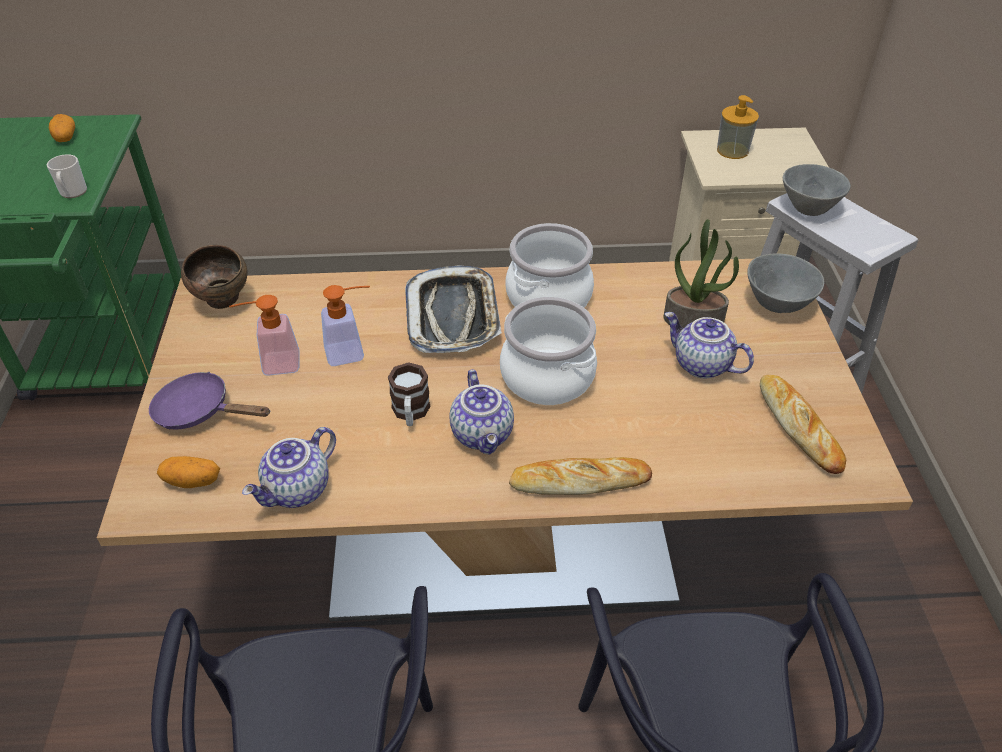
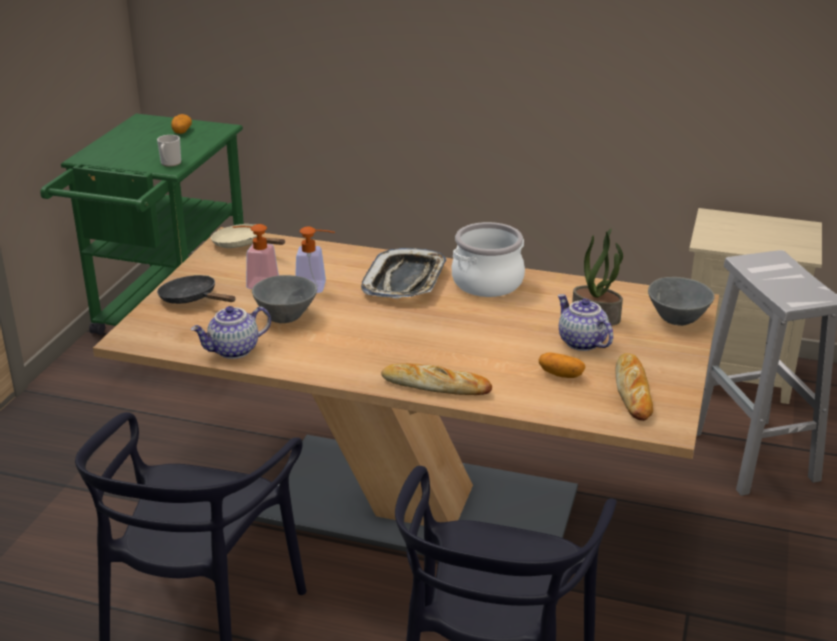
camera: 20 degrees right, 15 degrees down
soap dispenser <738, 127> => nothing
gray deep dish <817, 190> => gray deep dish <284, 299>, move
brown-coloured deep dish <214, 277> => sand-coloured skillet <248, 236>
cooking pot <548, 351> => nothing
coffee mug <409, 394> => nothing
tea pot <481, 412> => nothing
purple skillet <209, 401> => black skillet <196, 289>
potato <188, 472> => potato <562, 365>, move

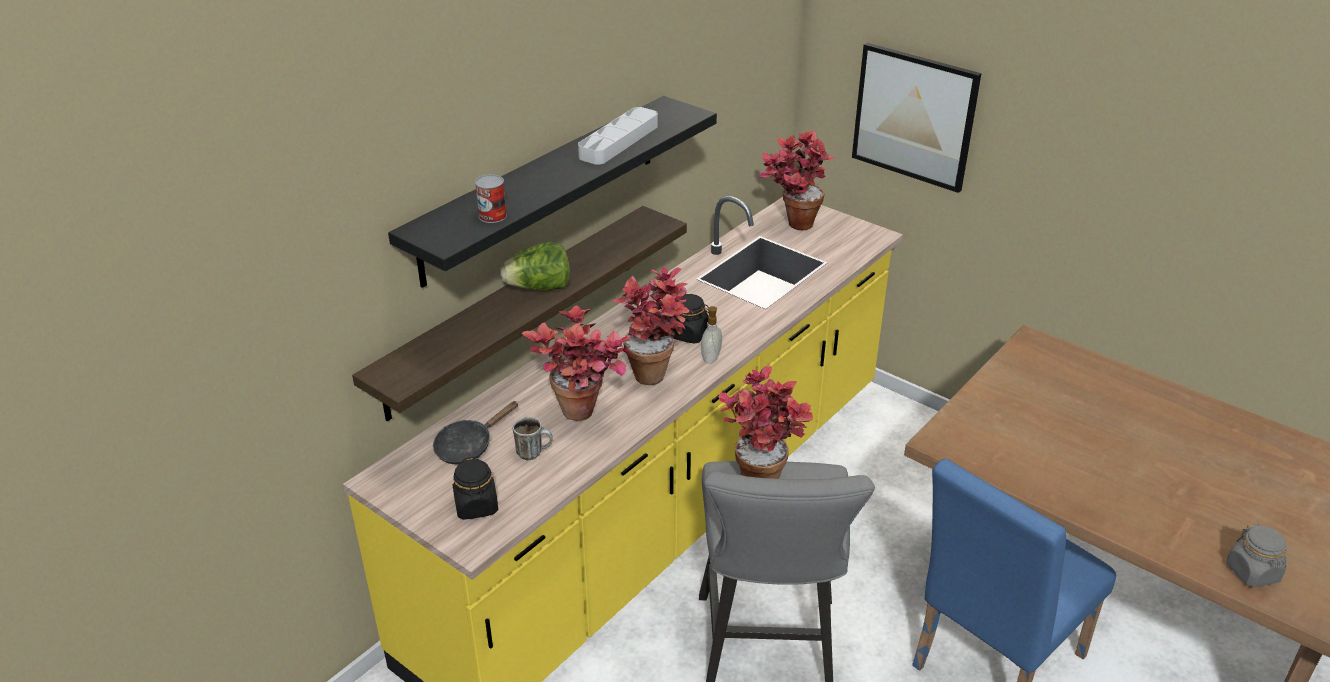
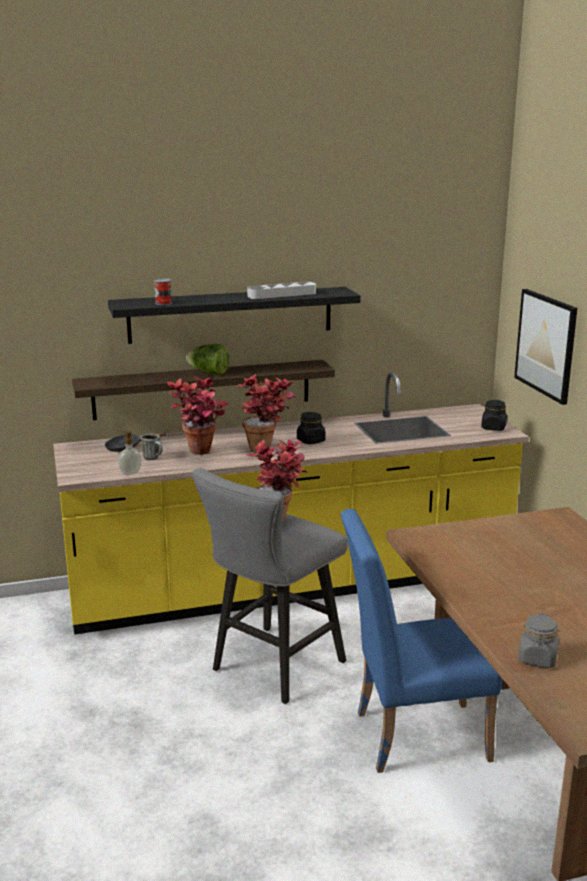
camera: 35 degrees right, 15 degrees down
plant in a pot <797, 180> => nothing
soap dispenser <711, 335> => soap dispenser <130, 453>, move
black jar <475, 488> => black jar <494, 415>, move

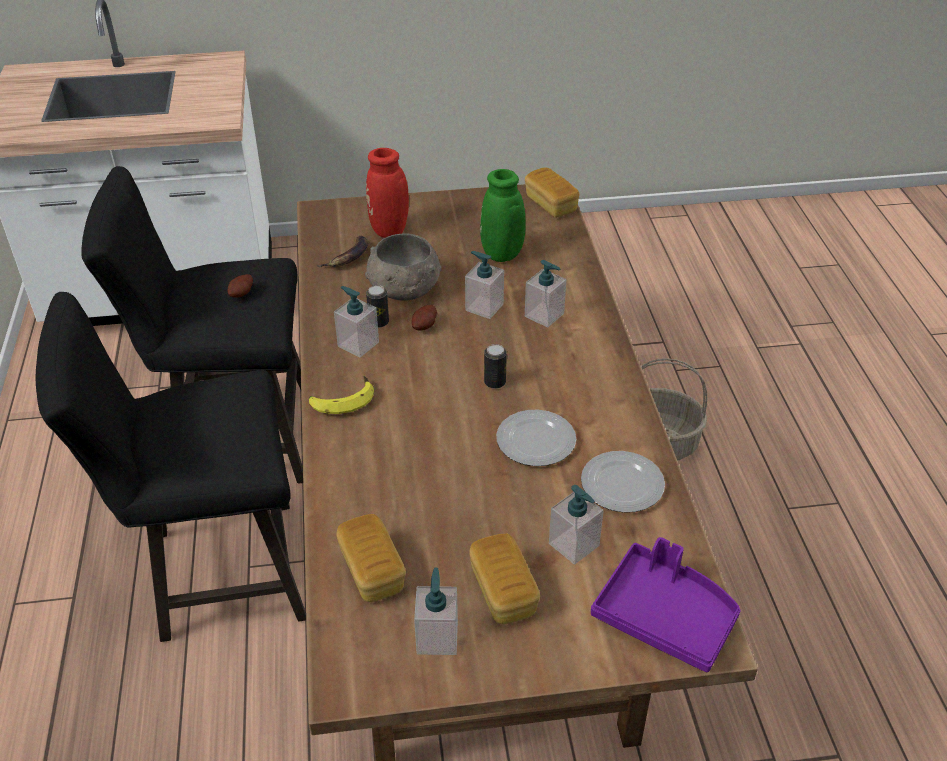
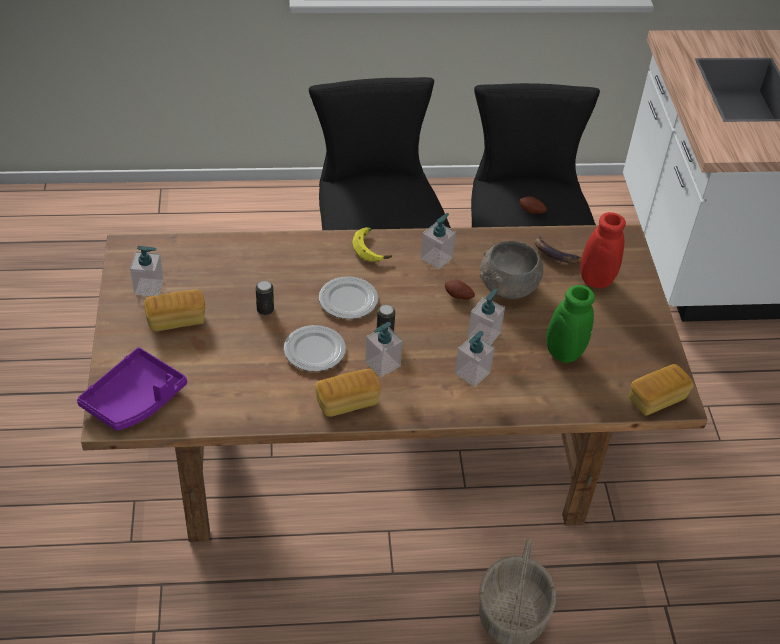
camera: 90 degrees right, 5 degrees up
metal can <377, 306> => metal can <265, 298>, move
plate <623, 482> => plate <348, 297>, move
soap dispenser <576, 525> => soap dispenser <384, 349>, move
baked bread <371, 558> => baked bread <348, 393>, move

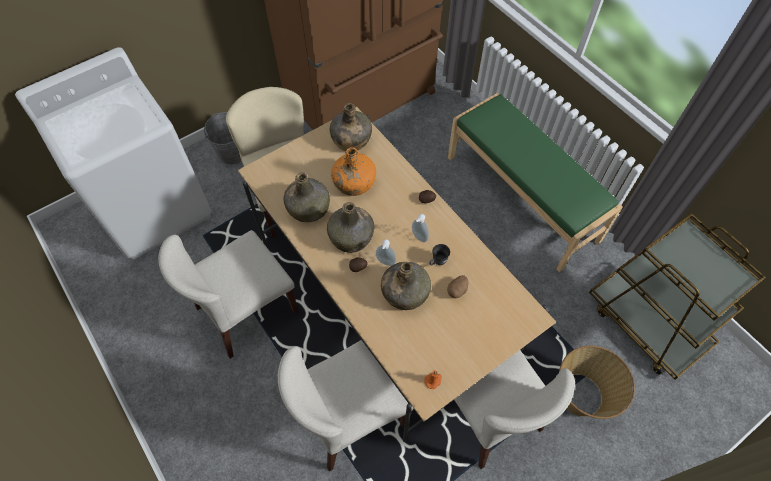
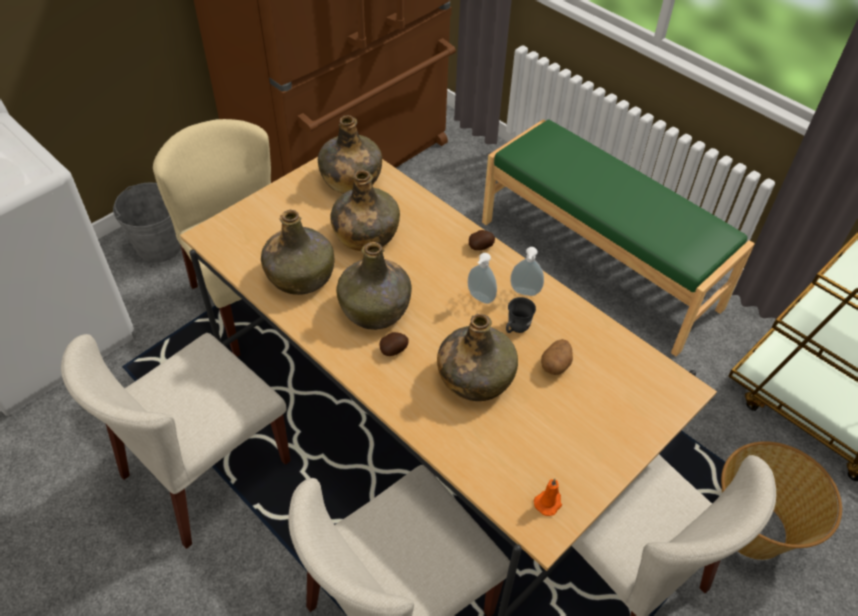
camera: 10 degrees left, 10 degrees down
orangey bottle <353, 171> => greenish bottle <365, 210>
soap dispenser <386, 252> => soap dispenser <527, 271>, move

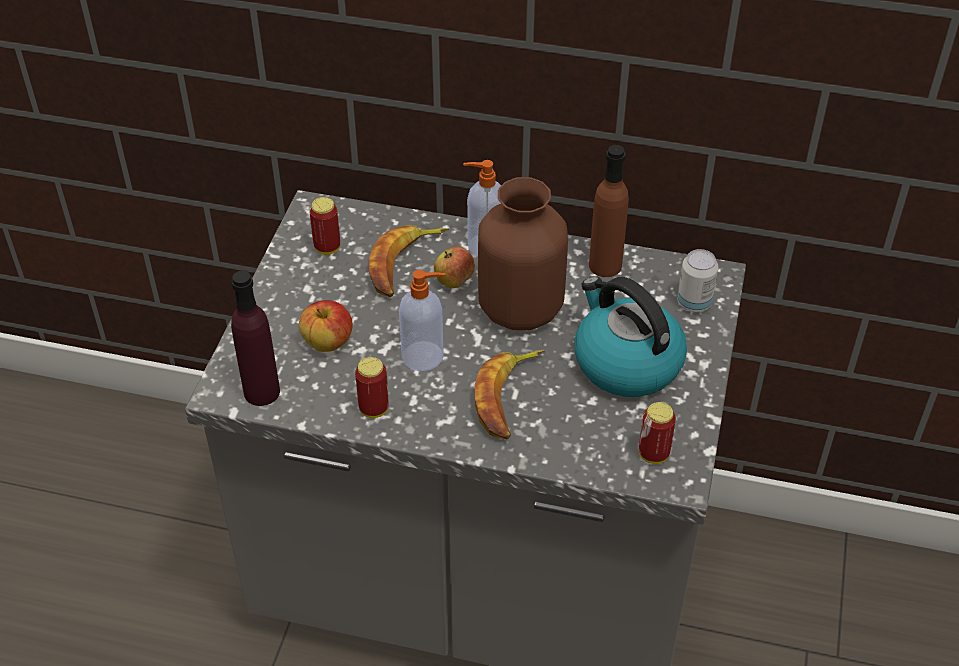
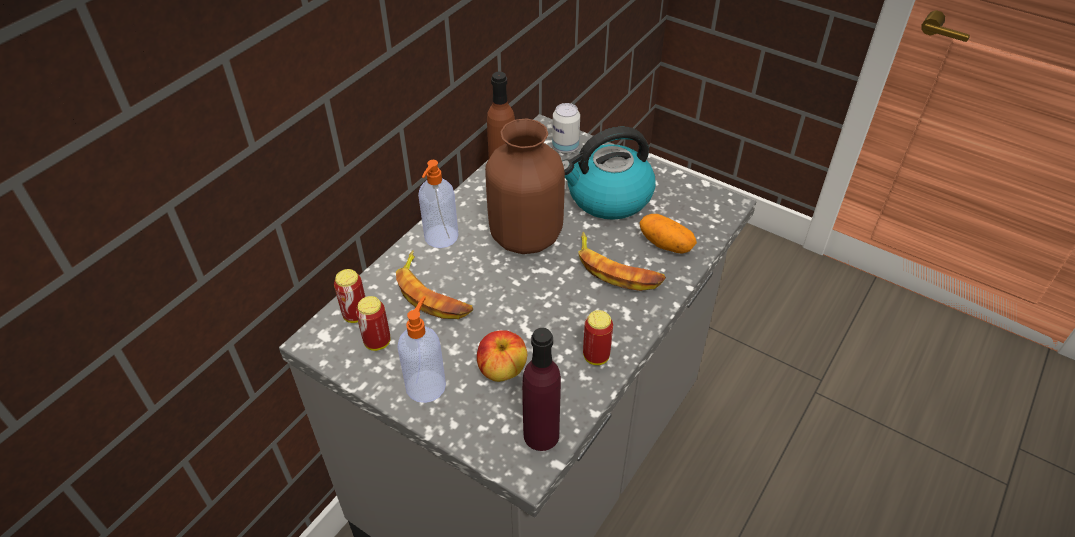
camera: 70 degrees left, 0 degrees up
apple fruit <454, 267> => nothing
soap dispenser <422, 320> => soap dispenser <421, 349>, move
metal can <657, 433> => metal can <349, 296>, move
nothing => potato <668, 234>

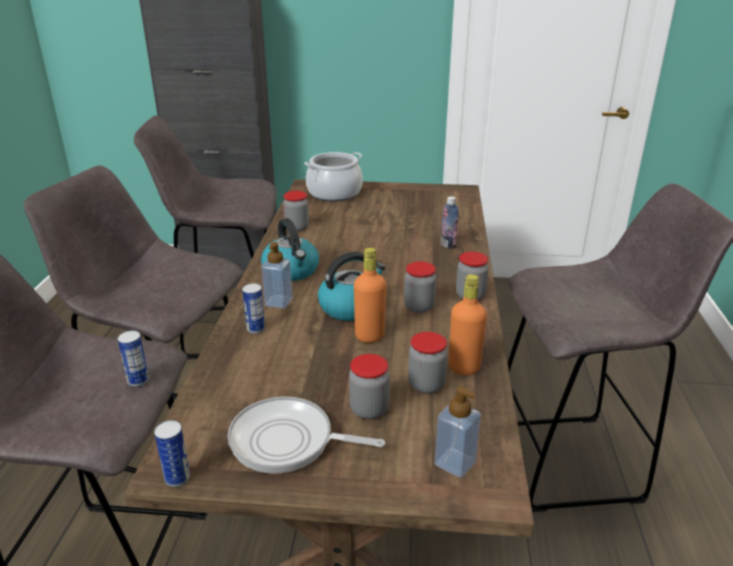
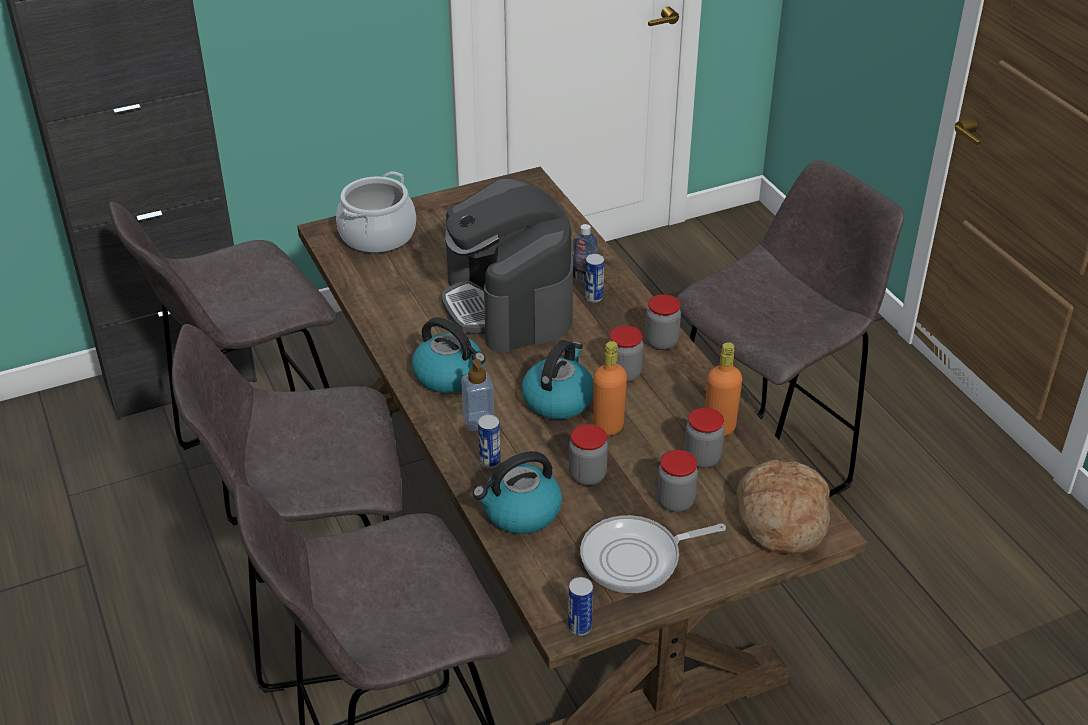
camera: 30 degrees left, 10 degrees up
jar <296, 211> => jar <588, 454>, move
metal can <133, 359> => metal can <594, 278>, move
soap dispenser <457, 432> => baked bread <783, 507>
nothing => coffee machine <507, 265>
nothing => water kettle <517, 492>

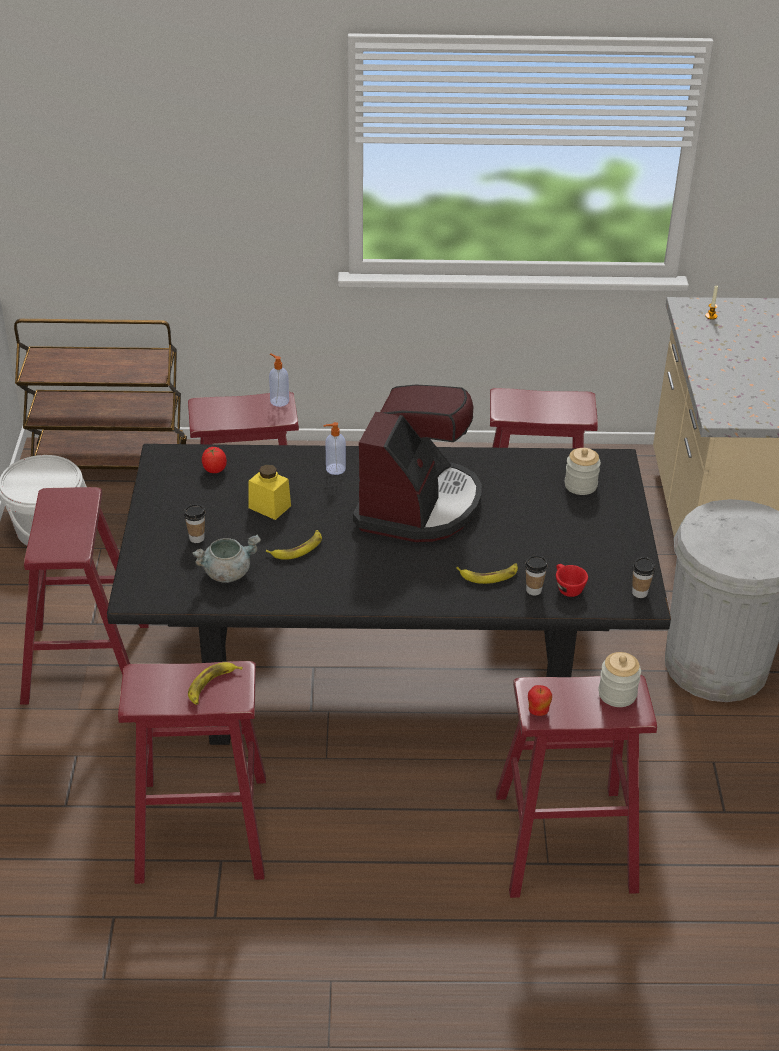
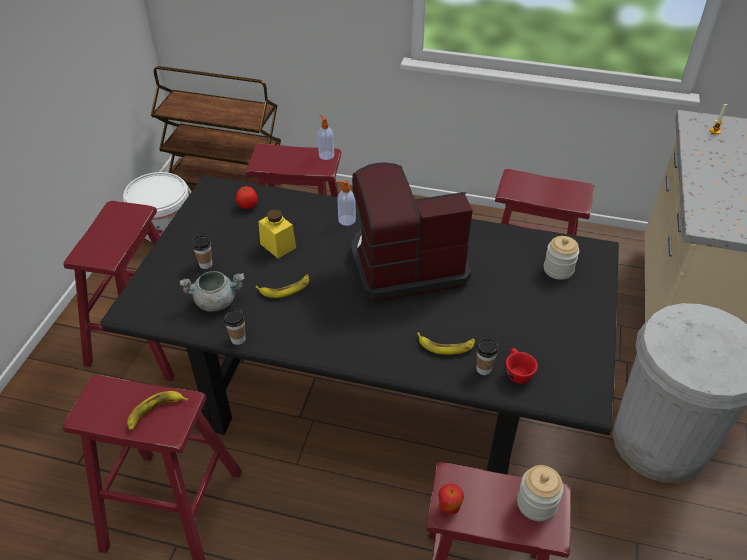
camera: 15 degrees right, 5 degrees up
coffee machine <417, 463> => coffee machine <412, 232>, 135 degrees counterclockwise
drinking cup <643, 577> => drinking cup <234, 326>, move

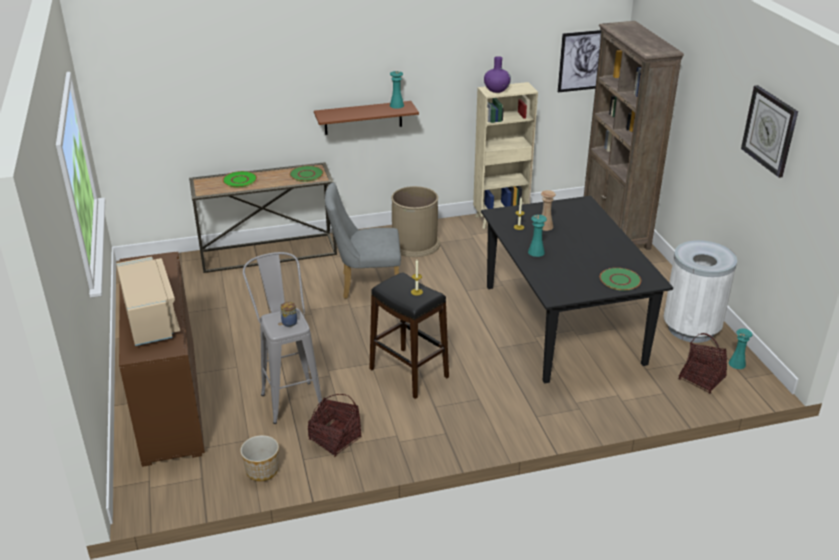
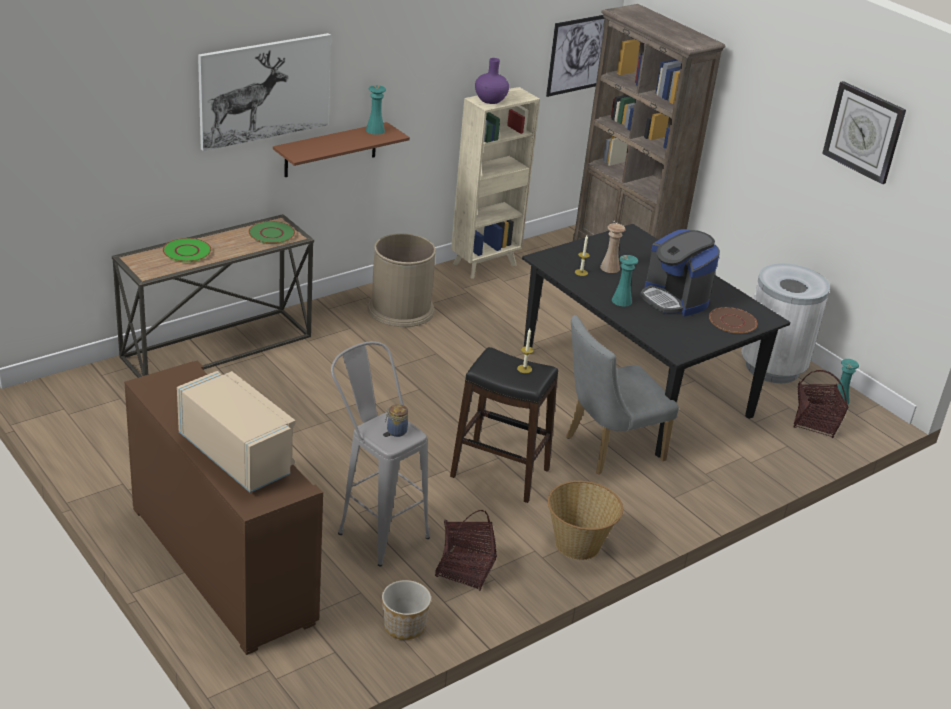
camera: 25 degrees left, 0 degrees up
gray chair <363, 240> => gray chair <622, 395>, move
greenish plate <620, 279> => brown-coloured plate <733, 320>
nothing => picture <264, 92>
nothing => coffee machine <680, 273>
nothing => basket <585, 520>

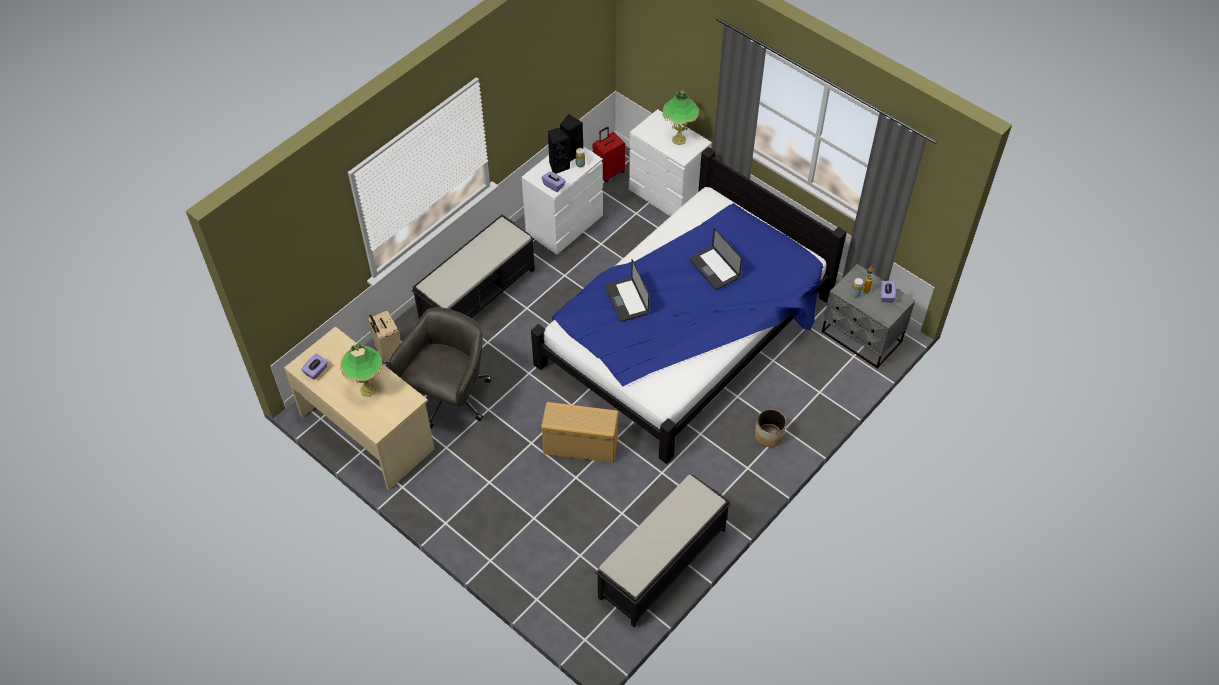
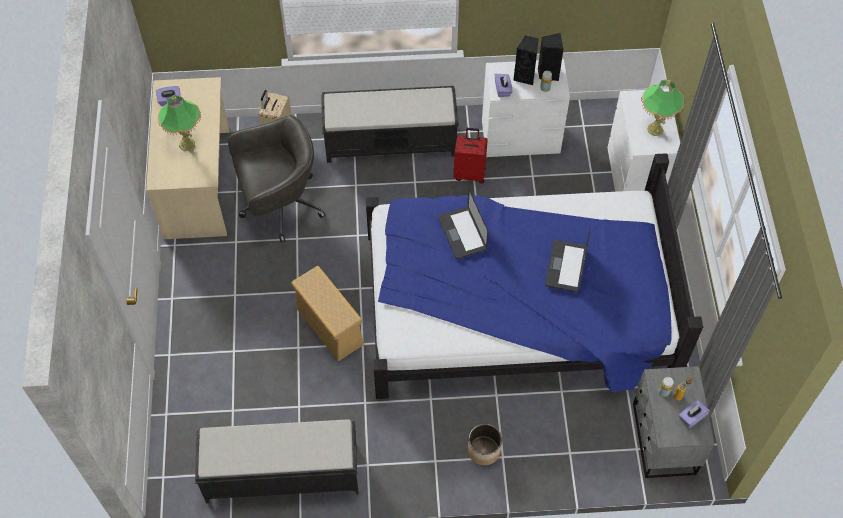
camera: 45 degrees right, 5 degrees up
red piece of luggage <609, 154> => red piece of luggage <471, 156>, move
notebook computer <626, 290> => notebook computer <463, 224>, 45 degrees counterclockwise

